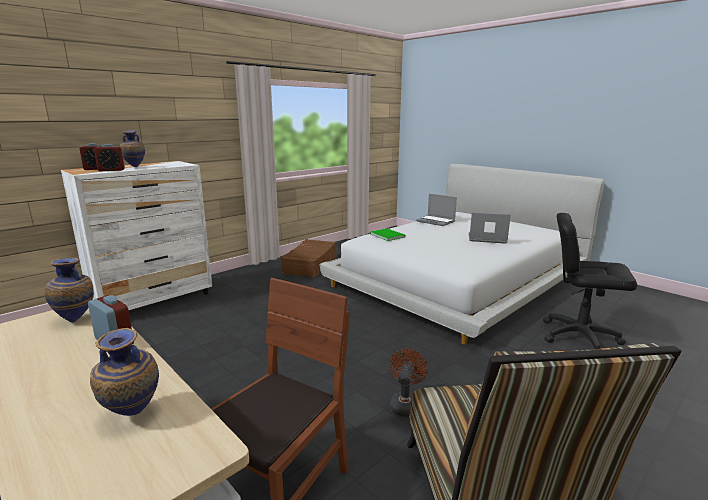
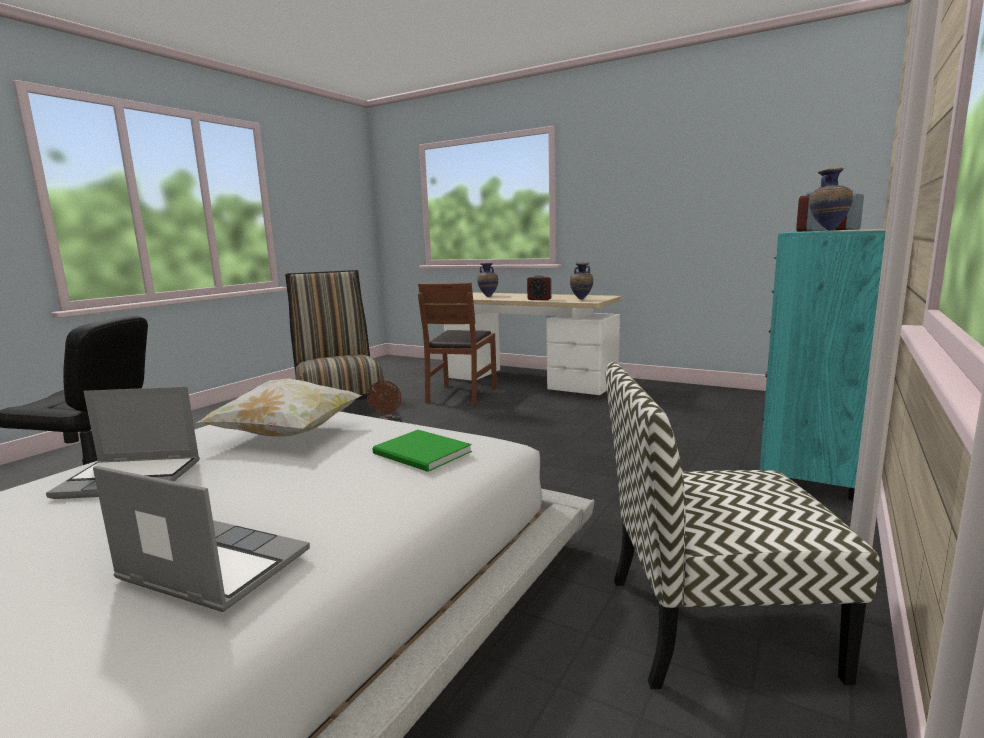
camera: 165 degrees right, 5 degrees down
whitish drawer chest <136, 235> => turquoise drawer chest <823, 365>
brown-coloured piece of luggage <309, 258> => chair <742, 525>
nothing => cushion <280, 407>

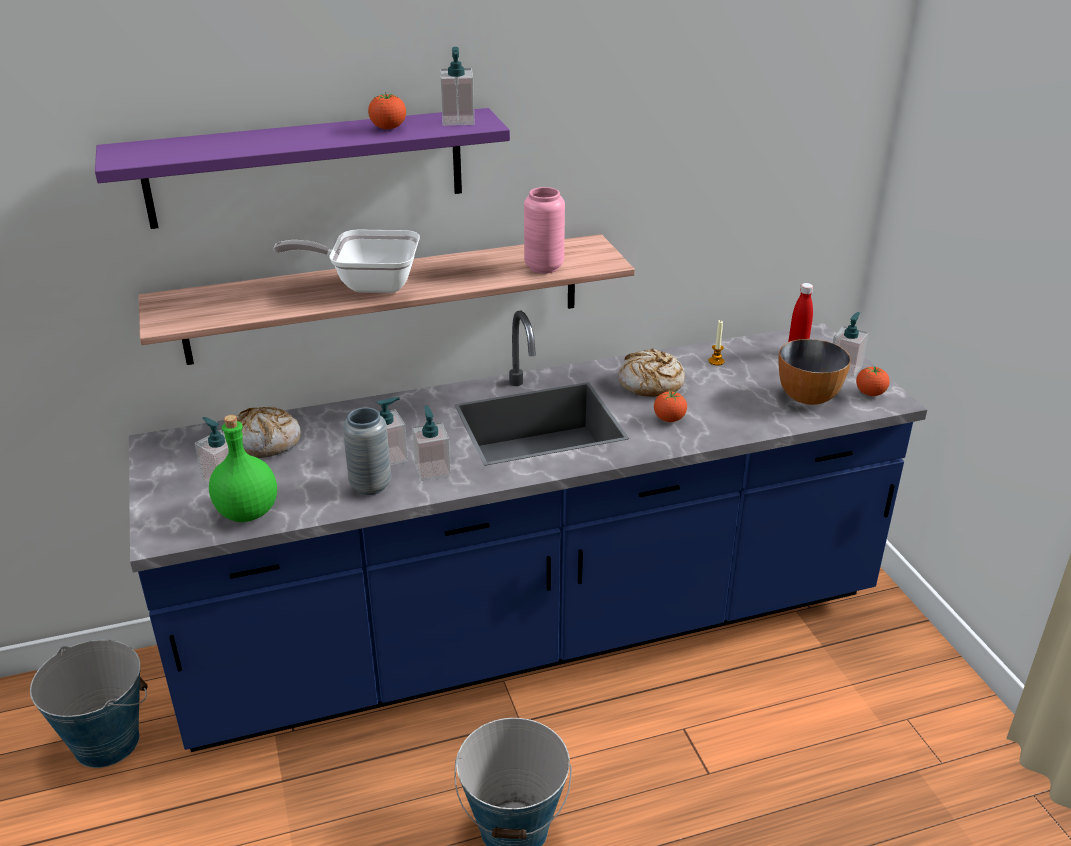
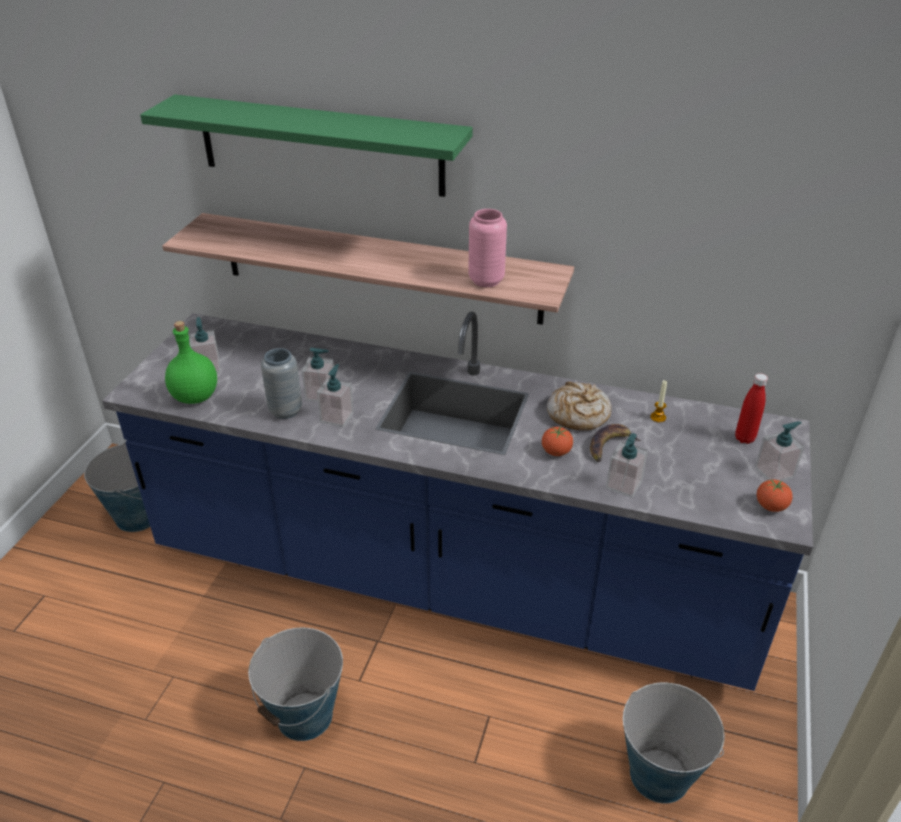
camera: 35 degrees right, 5 degrees up
soap dispenser <457, 86> => soap dispenser <627, 465>, move
fresh tomato <387, 110> => nothing
purple shelf <302, 168> => greenish shelf <306, 145>
skillet <346, 261> => nothing
deep dish <814, 372> => nothing
baked bread <269, 432> => nothing
nothing => banana <615, 443>
nothing => water bucket <674, 743>

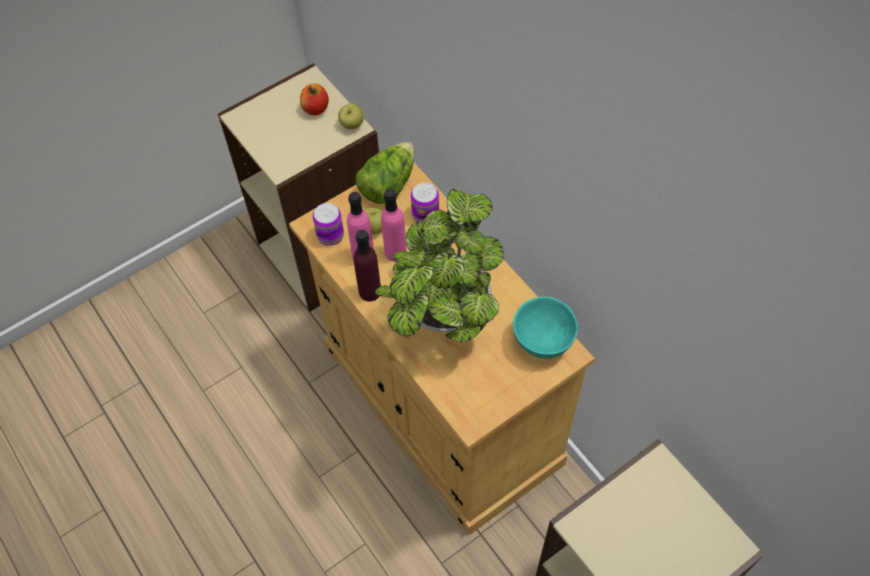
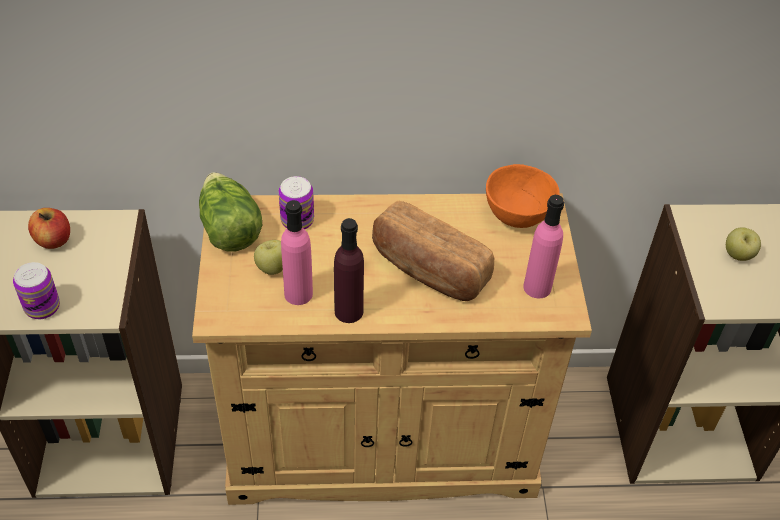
camera: 60 degrees left, 10 degrees down
apple fruit <351, 116> => apple fruit <743, 244>, move
plant in a pot <439, 265> => baked bread <433, 251>
pinkish bottle <394, 225> => pinkish bottle <543, 246>, move
metal can <328, 224> => metal can <36, 290>, move
turquoise deep dish <545, 328> => orangey deep dish <523, 196>

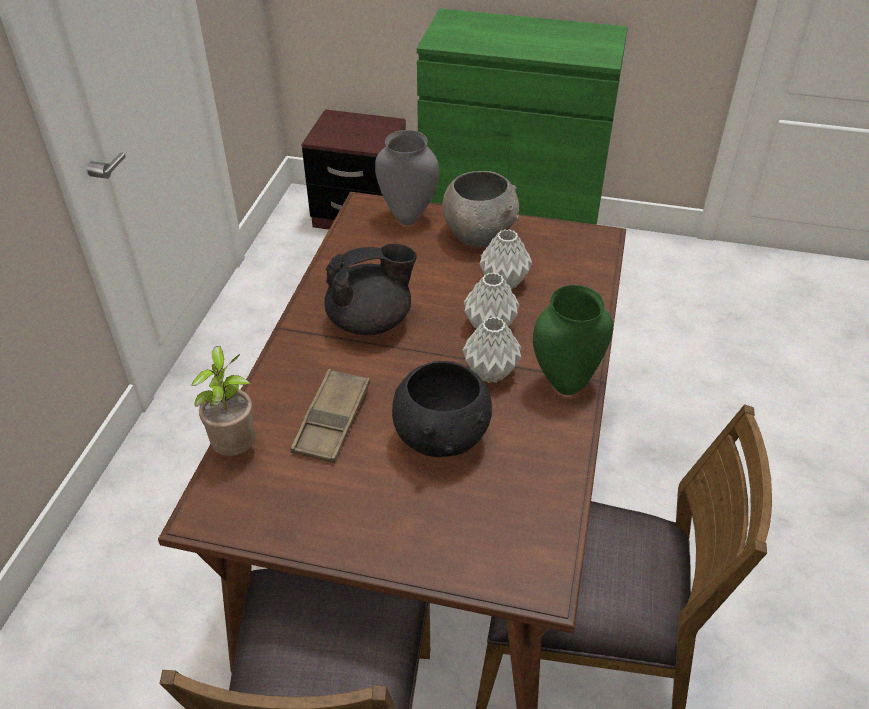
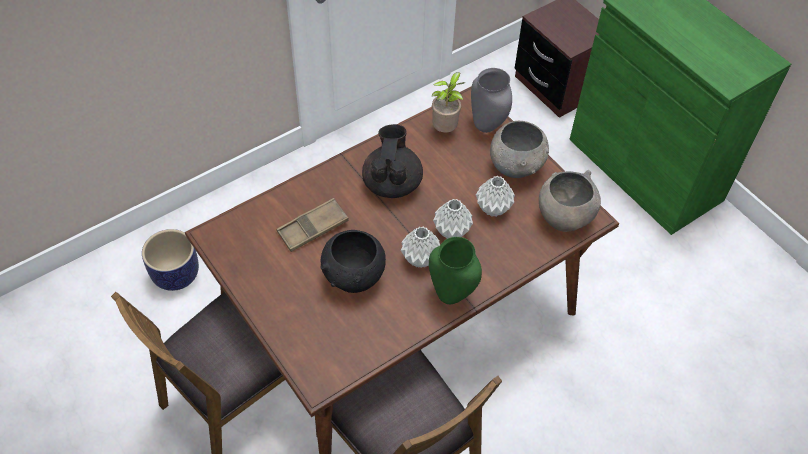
camera: 40 degrees right, 10 degrees up
black tea pot <370, 289> => black tea pot <392, 161>, 105 degrees counterclockwise
plant in a pot <223, 401> => plant in a pot <448, 102>, move
nothing => gray deep dish <570, 201>
nothing => planter <170, 260>

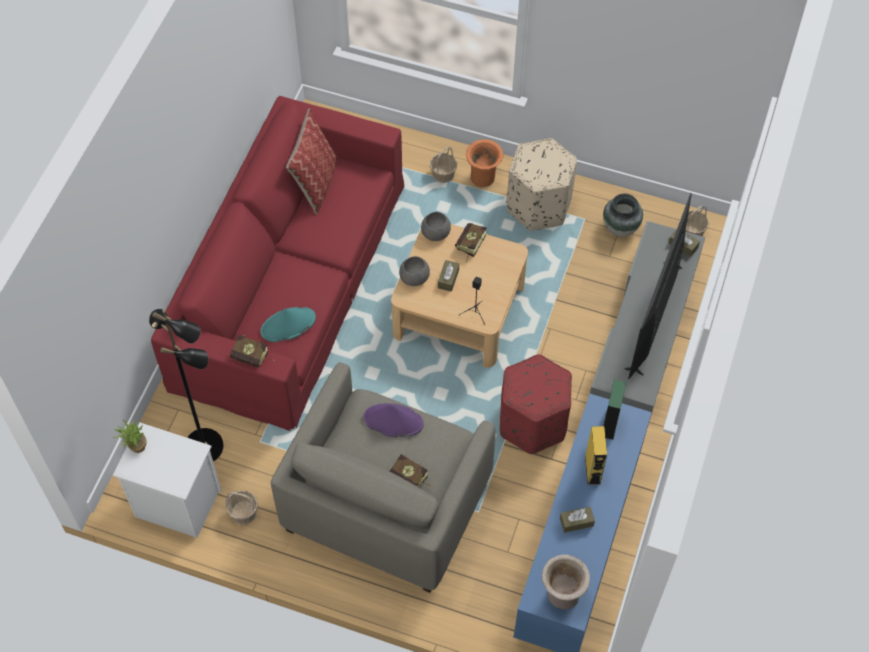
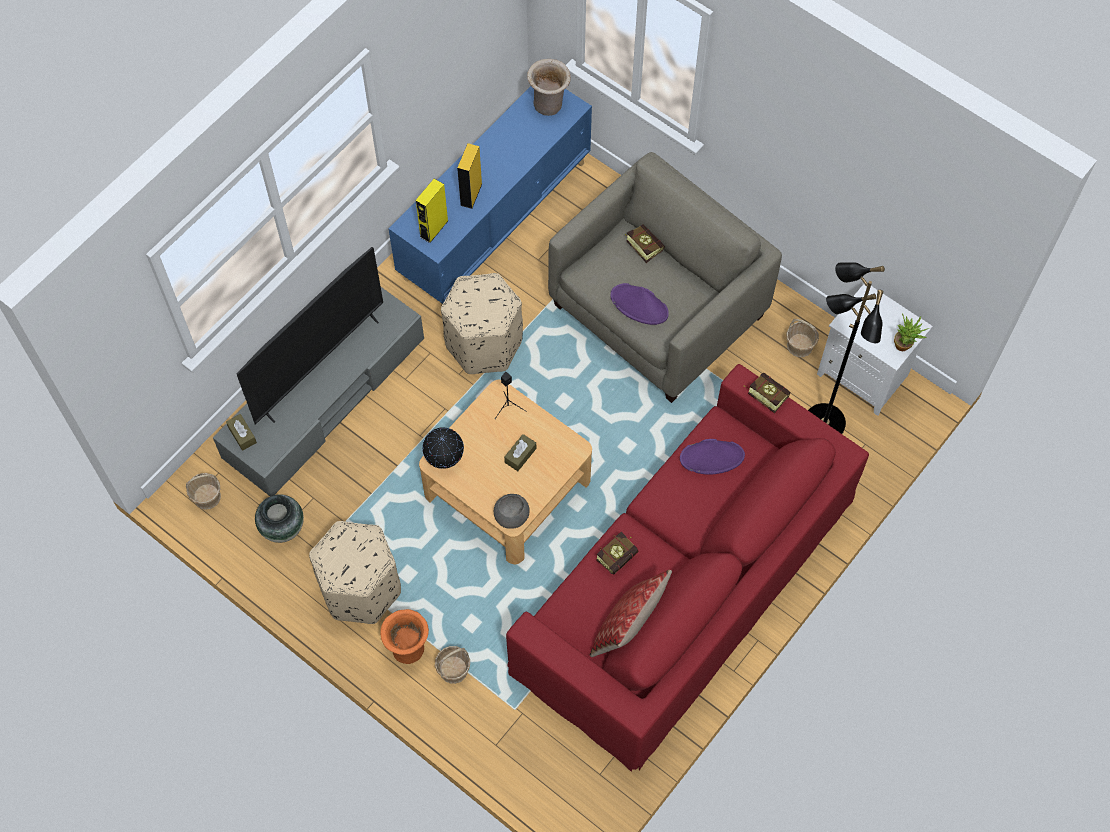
camera: 160 degrees left, 5 degrees up
book <470, 243> => book <617, 553>, move
gray deep dish <414, 271> => nothing
turquoise hat <288, 324> => purple hat <712, 457>
red pouffe <536, 404> => sand-coloured pouffe <482, 323>
greenish loudspeaker <614, 409> => yellow-coloured loudspeaker <431, 211>
brown-coloured tissue holder <577, 520> => nothing
nothing => desk globe <443, 448>

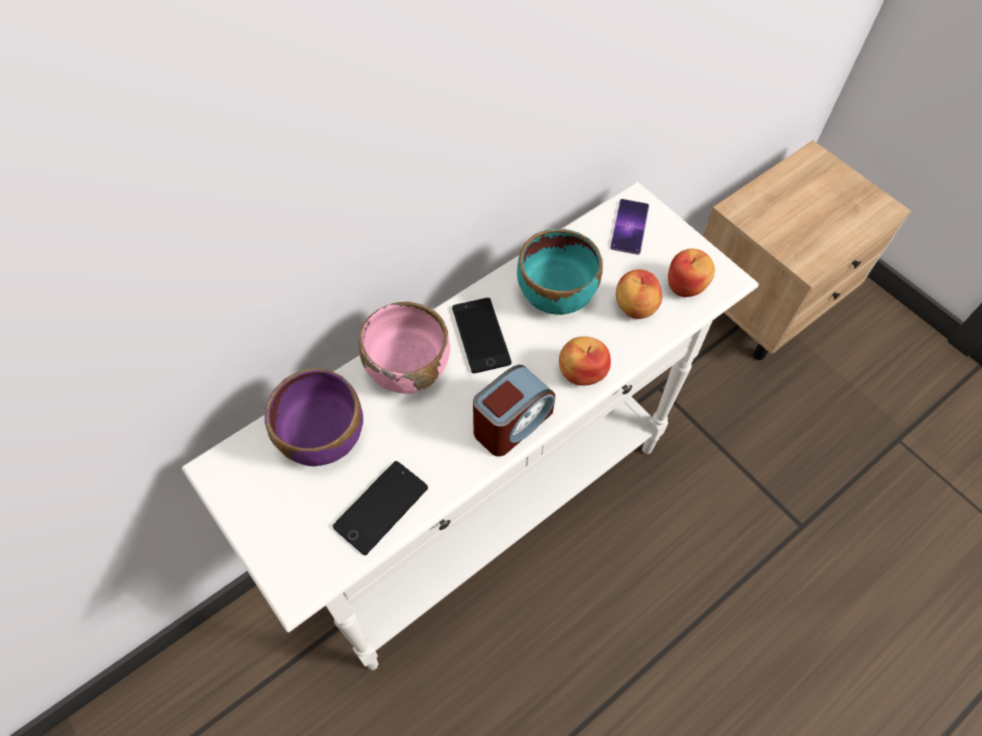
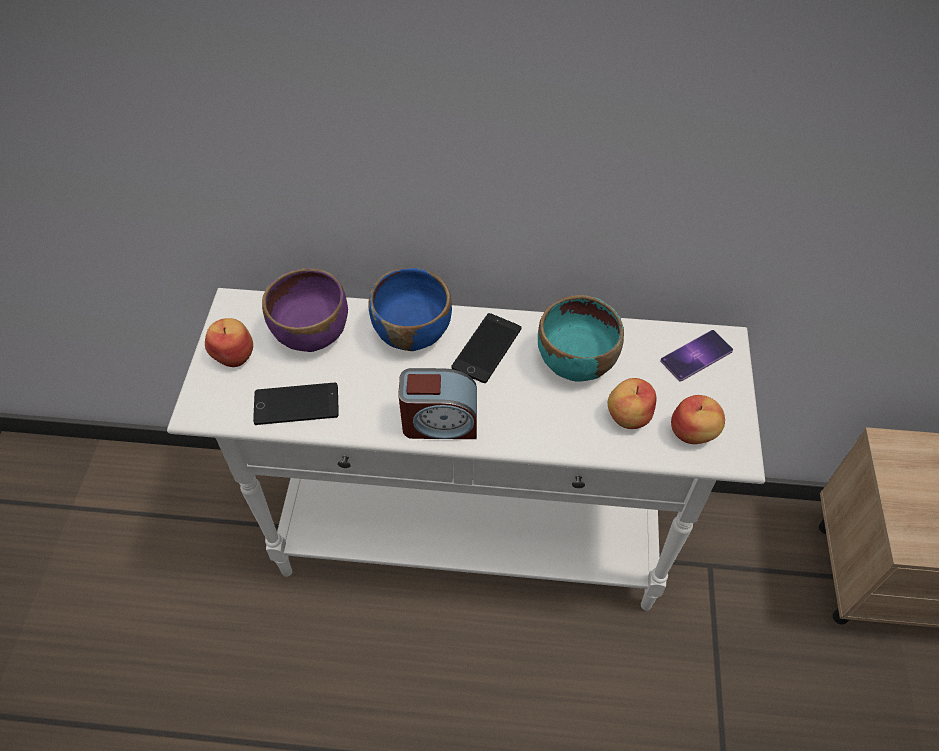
camera: 45 degrees right, 5 degrees down
pinkish deep dish <404, 348> => blue deep dish <410, 309>
apple fruit <585, 361> => apple fruit <229, 342>, move

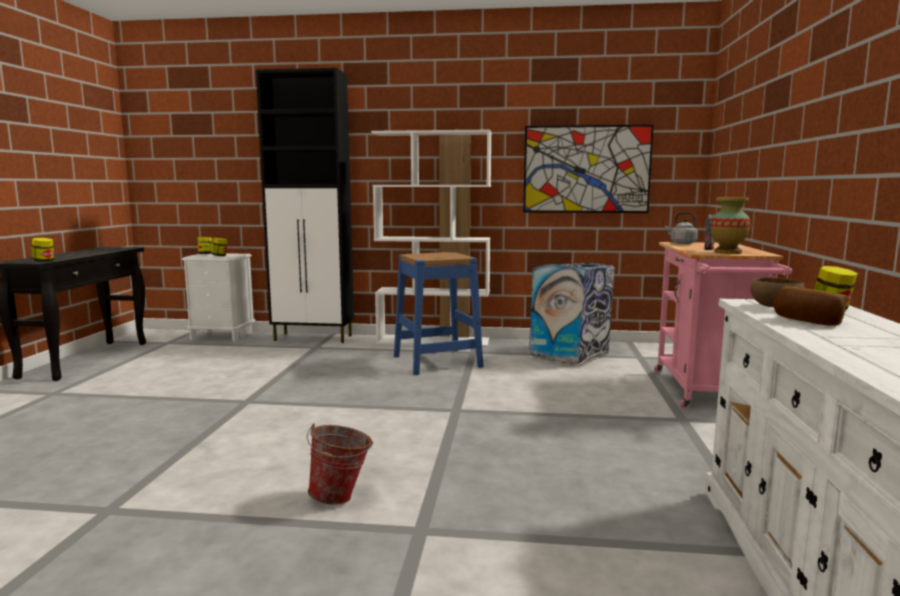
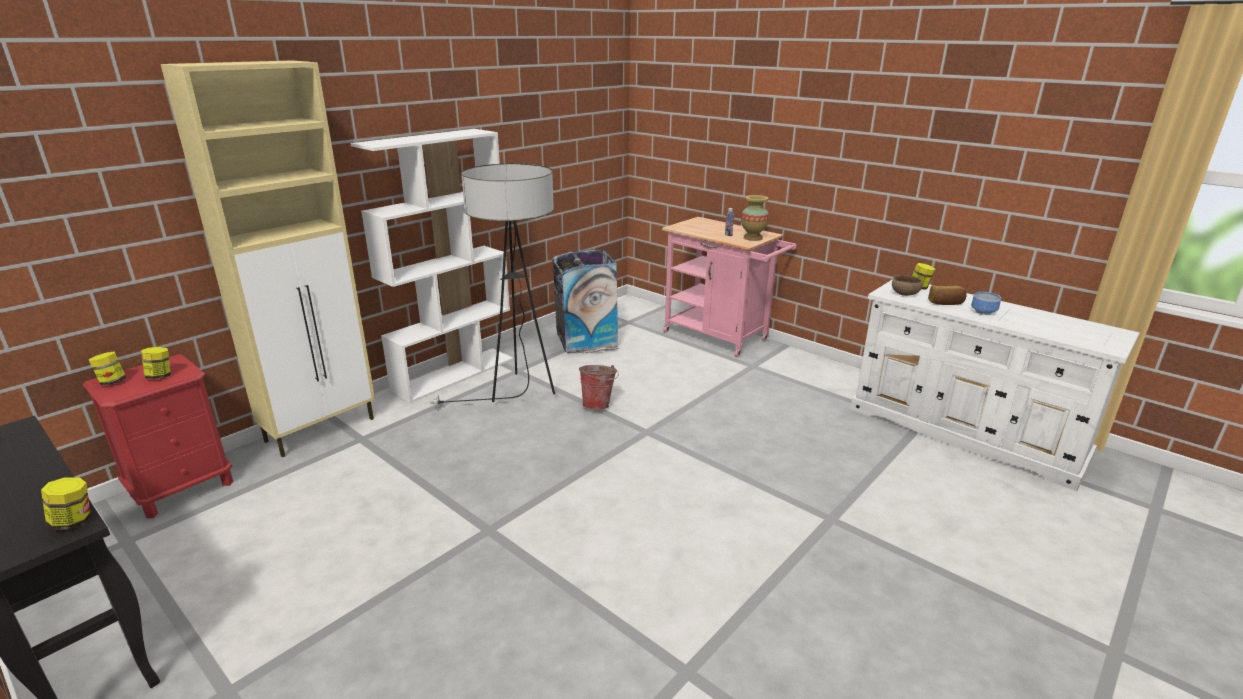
camera: 55 degrees left, 15 degrees up
black cabinet <305, 205> => sand-coloured cabinet <268, 258>
picture <588, 168> => nothing
gray water kettle <681, 228> => nothing
blue stool <439, 313> => floor lamp <492, 286>
whitish bedside table <218, 297> => red bedside table <158, 436>
water bucket <340, 464> => water bucket <599, 387>, move
nothing => deep dish <986, 303>

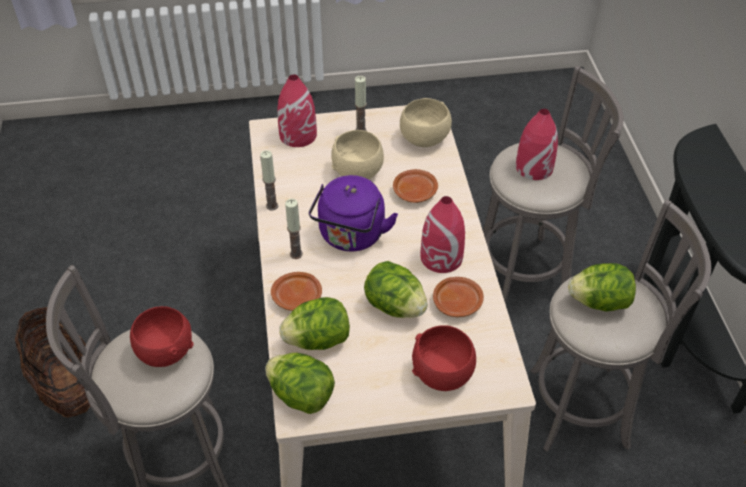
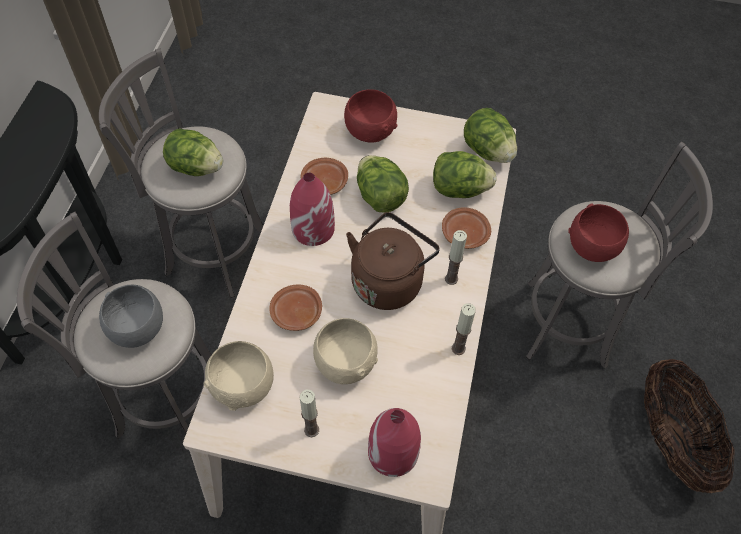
camera: 160 degrees left, 10 degrees up
red vase <537, 144> => gray deep dish <131, 316>
purple water kettle <353, 213> => brown-coloured water kettle <393, 261>

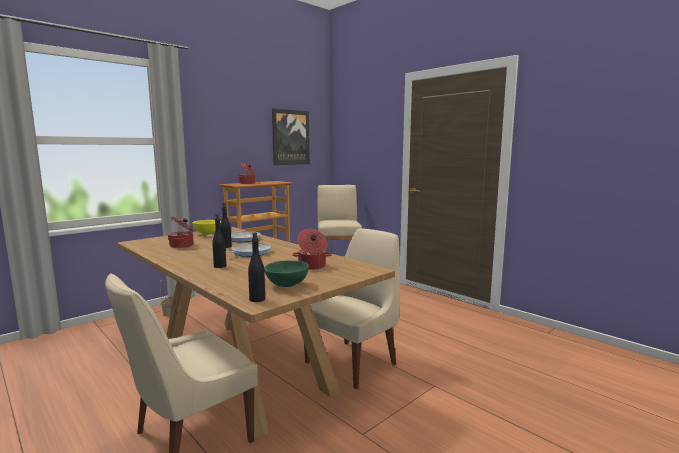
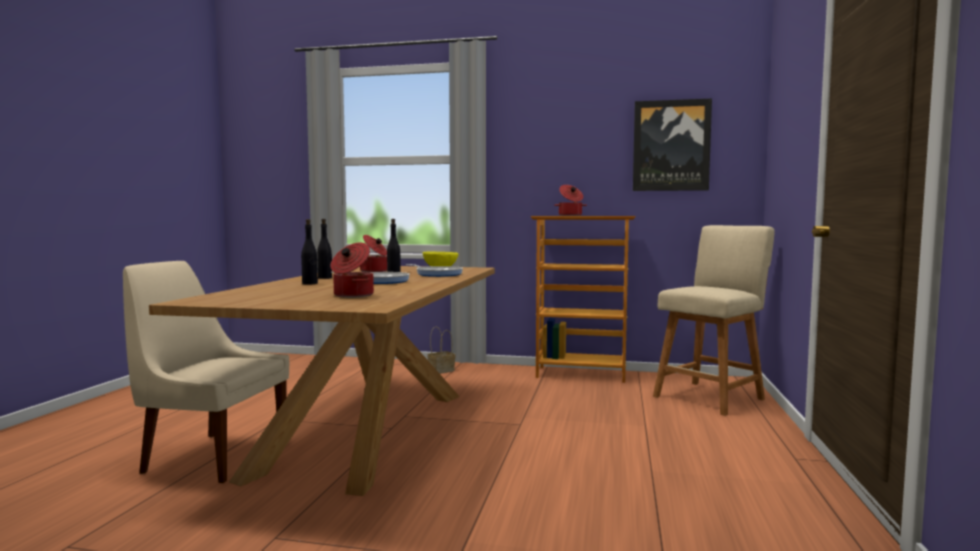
camera: 55 degrees right, 5 degrees down
sand-coloured chair <352, 308> => nothing
black bottle <256, 267> => black bottle <324, 249>, move
greenish deep dish <286, 273> => nothing

